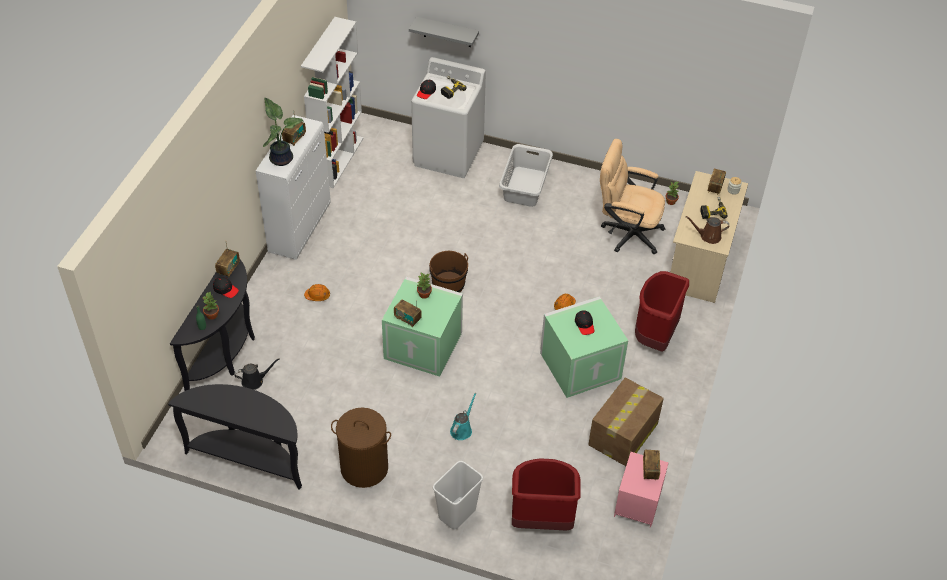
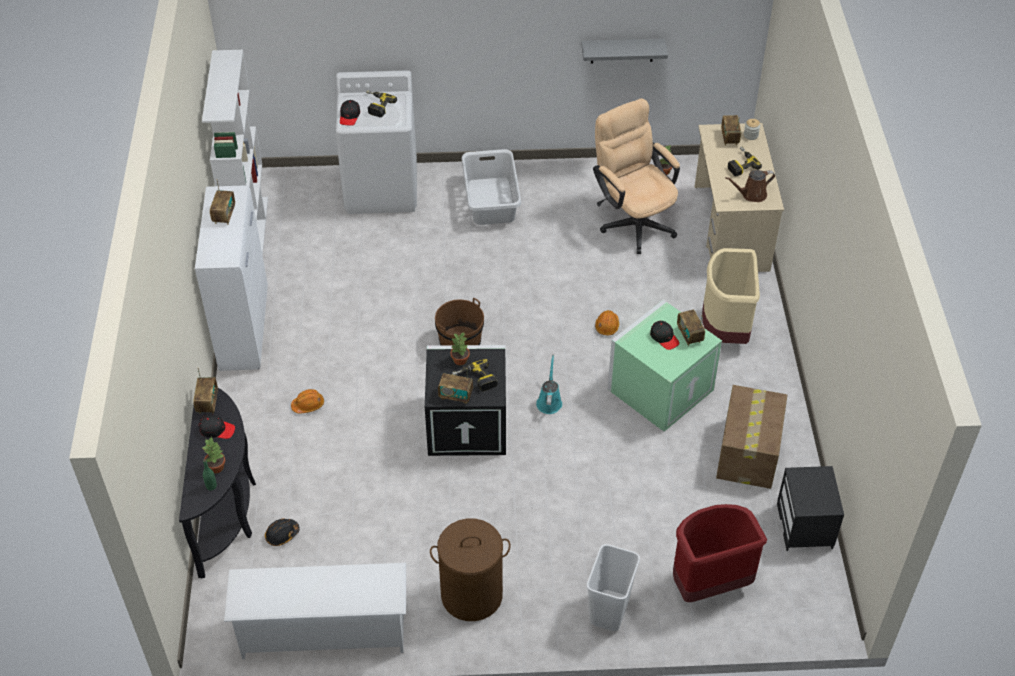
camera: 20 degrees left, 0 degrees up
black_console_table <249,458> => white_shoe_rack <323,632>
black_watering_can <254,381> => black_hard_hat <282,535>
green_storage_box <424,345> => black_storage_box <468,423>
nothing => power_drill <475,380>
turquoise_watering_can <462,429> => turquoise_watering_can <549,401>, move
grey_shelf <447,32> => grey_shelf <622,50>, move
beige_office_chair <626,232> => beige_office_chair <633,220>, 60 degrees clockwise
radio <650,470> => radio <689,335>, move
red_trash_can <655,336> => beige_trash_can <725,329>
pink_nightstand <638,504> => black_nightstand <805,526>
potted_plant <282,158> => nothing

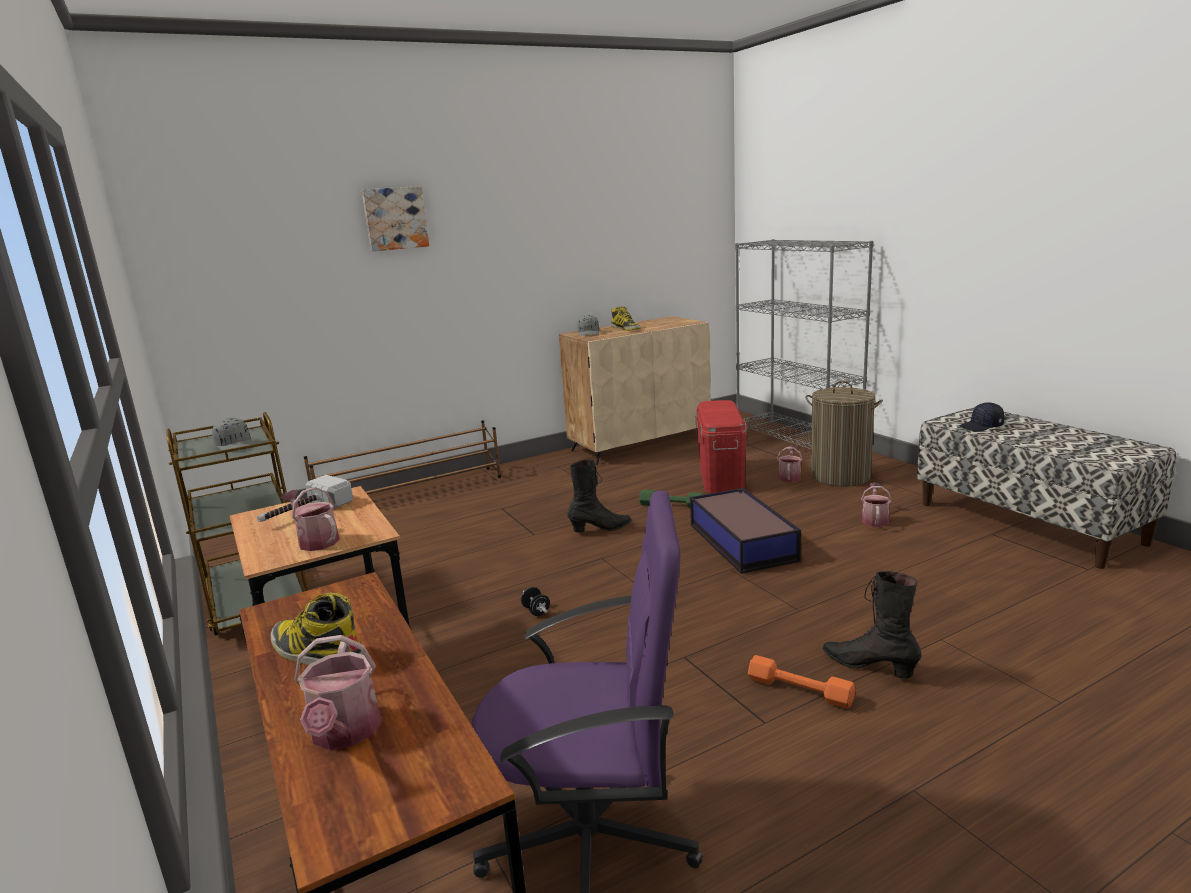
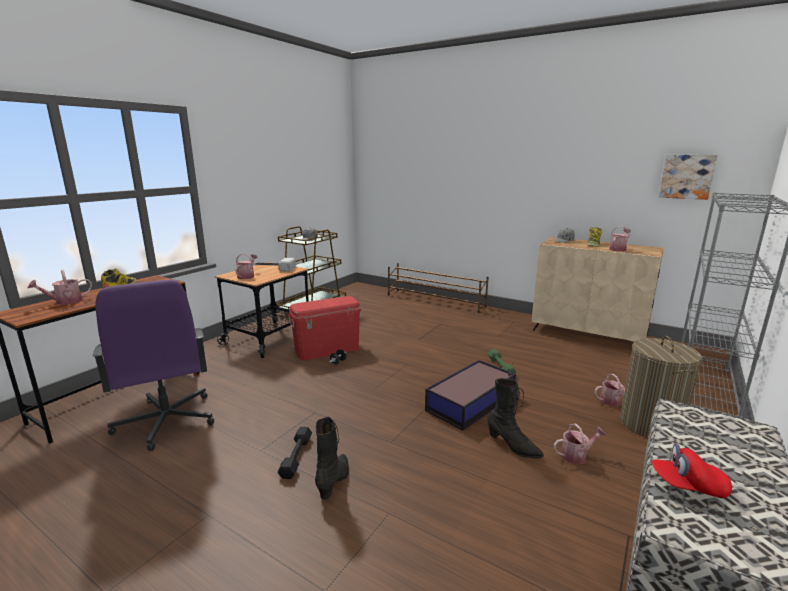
camera: 60 degrees right, 0 degrees up
orange_dumbbell <799,690> => black_dumbbell <296,457>
red_storage_box <720,477> => red_storage_box <327,349>, move
black_boot <600,529> => black_boot <513,446>, move
nothing => watering_can <618,249>
nothing => red_cap <687,486>
picture <395,218> => picture <686,176>, move
black_cap <981,426> => nothing

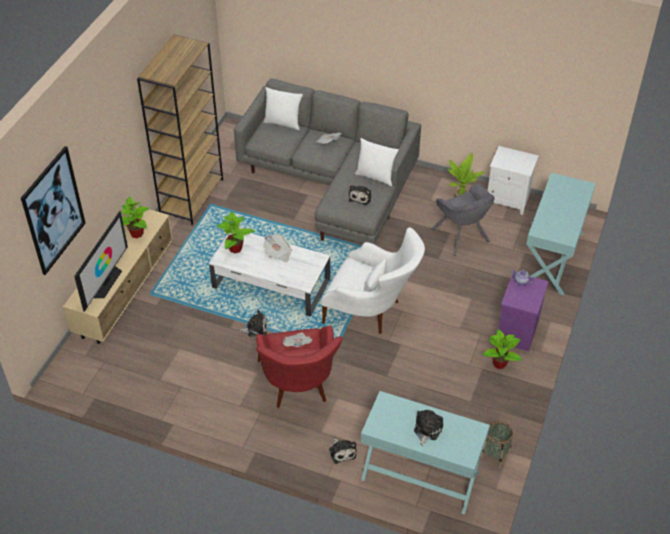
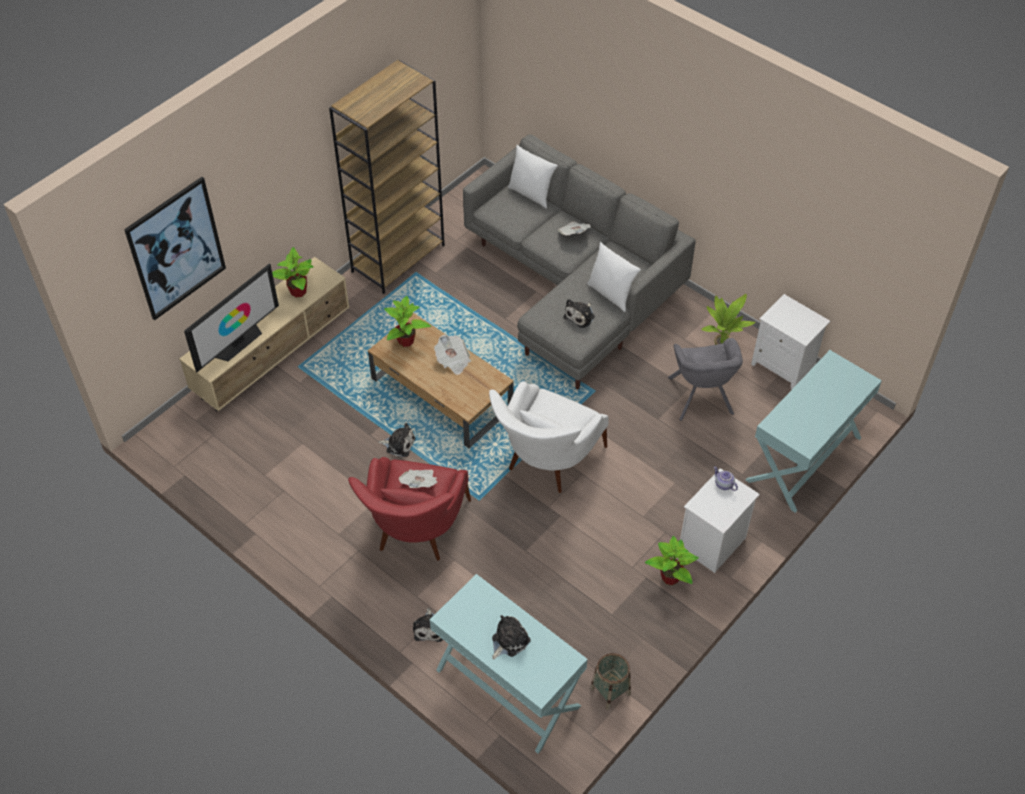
camera: 20 degrees right, 5 degrees up
white_coffee_table <271,284> => brown_coffee_table <442,394>
white_armchair <372,312> => white_armchair <545,464>, 75 degrees clockwise
purple_nightstand <517,332> => white_nightstand <712,544>

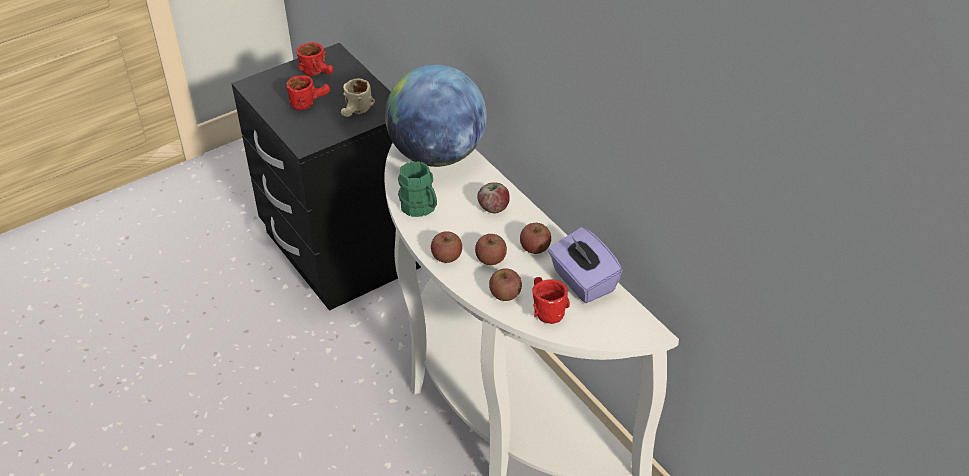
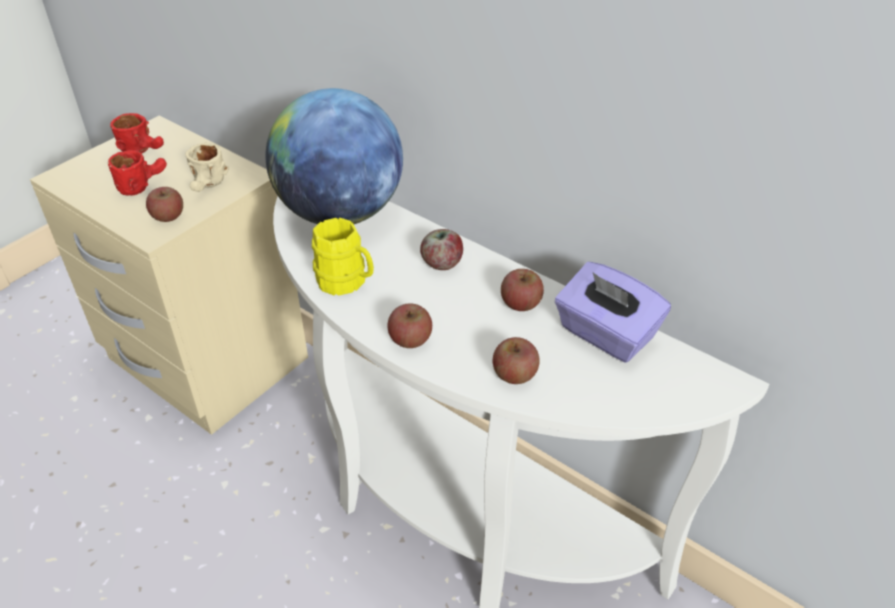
camera: 20 degrees left, 0 degrees up
black_nightstand <341,250> => beige_nightstand <205,361>
apple <491,259> => apple <168,216>, move
green_mug <421,208> => yellow_mug <346,282>
red_mug <544,308> => nothing

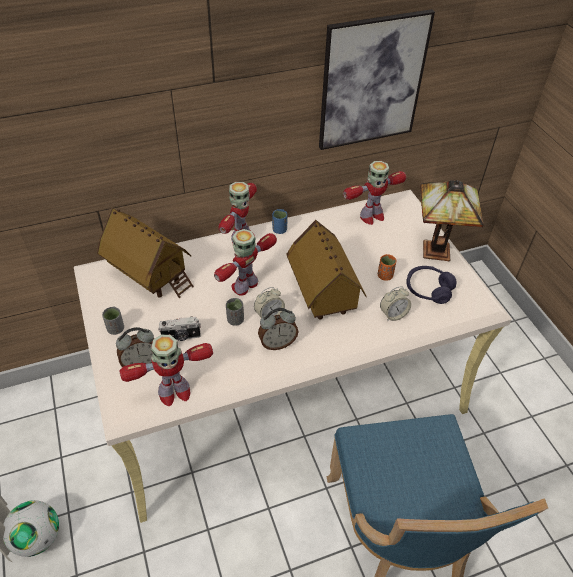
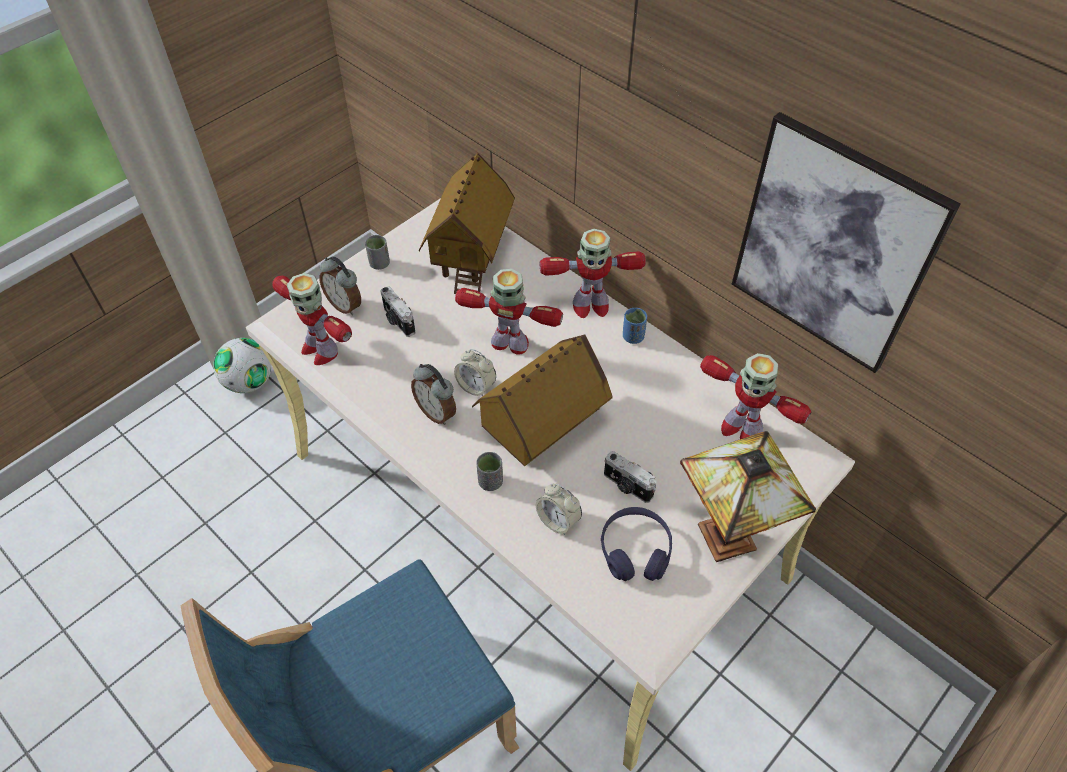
camera: 65 degrees right, 5 degrees up
grey_cup <235,320> => grey_cup <490,481>, move
orange_cup <385,276> => photo_camera <627,486>

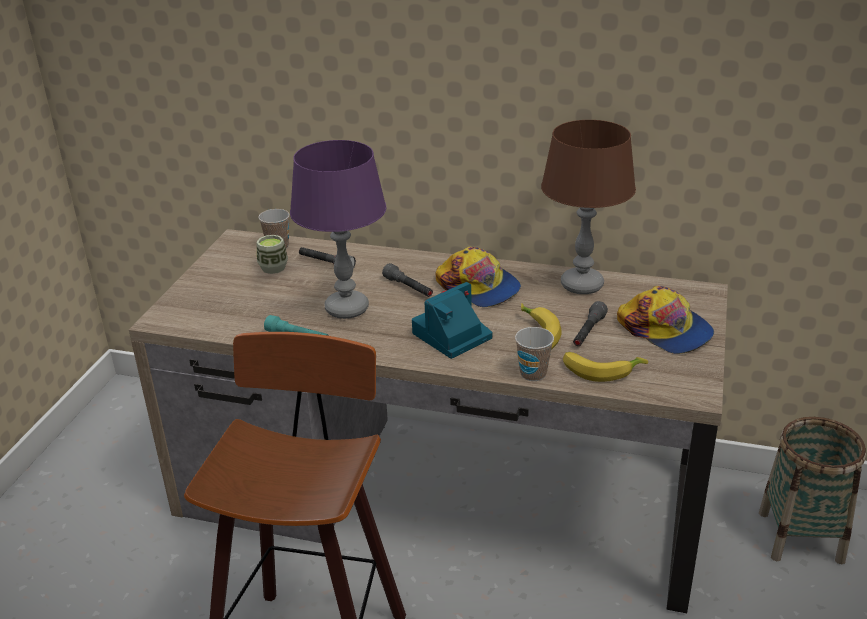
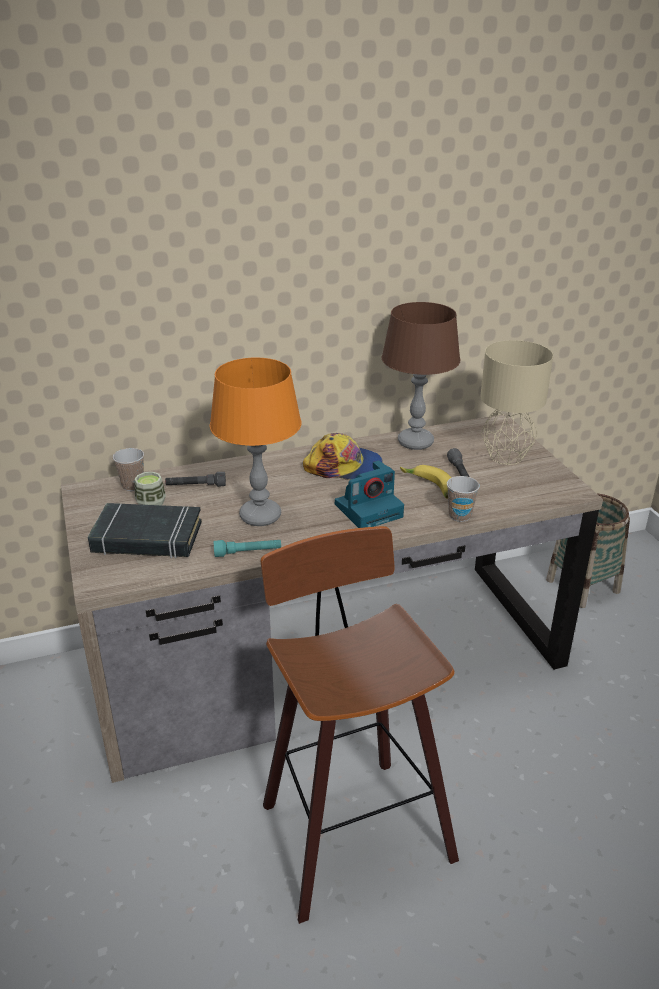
camera: 35 degrees left, 0 degrees up
nothing => black_book <147,538>
purple_table_lamp <347,309> => orange_table_lamp <261,516>
photo_camera <451,336> => photo_camera <369,509>, 135 degrees counterclockwise
cap <665,330> => beige_table_lamp <506,456>
grey_flashlight <408,288> => nothing
banana <601,370> => nothing

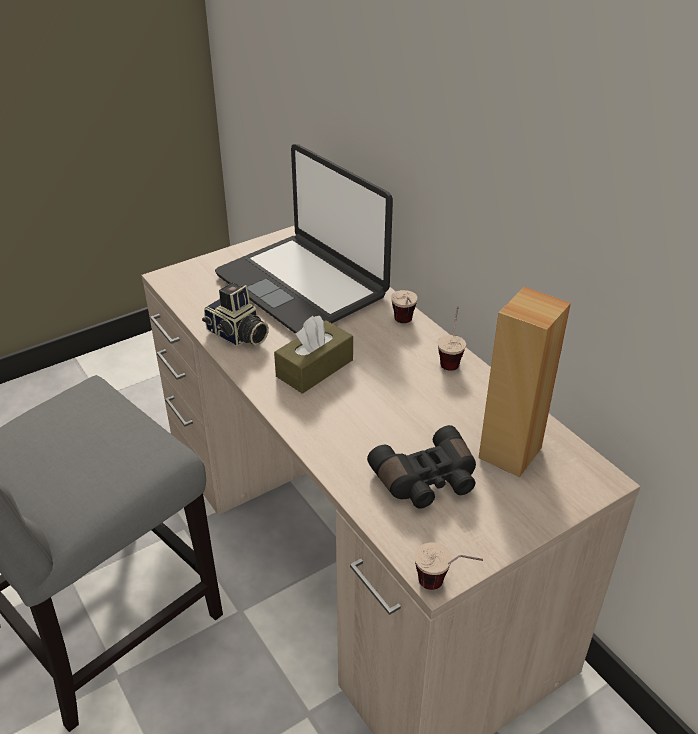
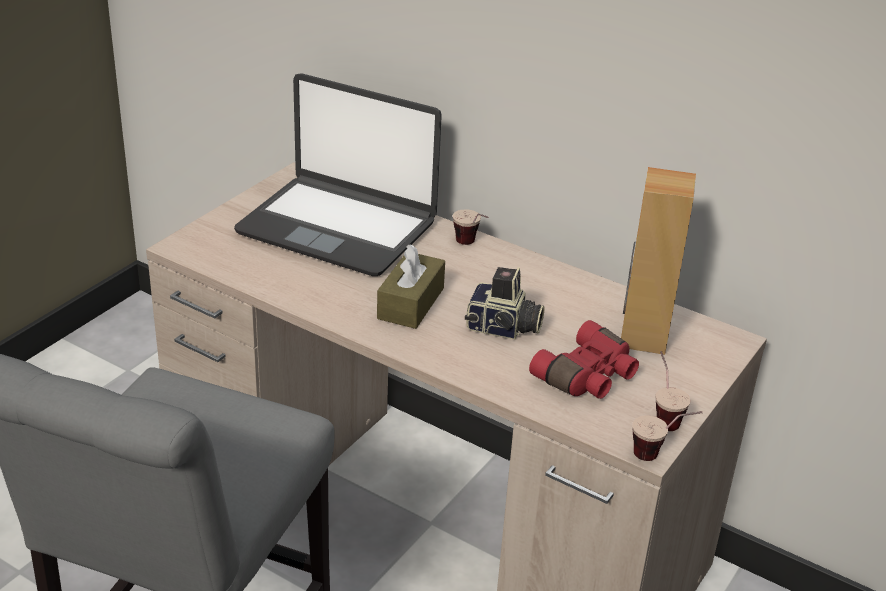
camera: 25 degrees left, 5 degrees down
photo_camera <237,335> => photo_camera <503,328>, move
black_binoculars <427,481> => red_binoculars <588,377>
cup <451,358> => cup <663,415>, move

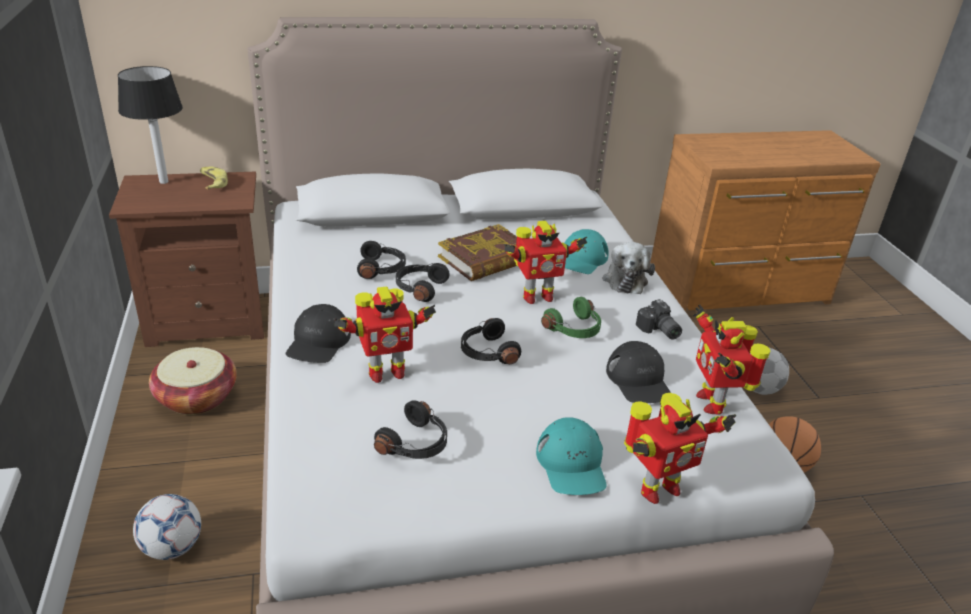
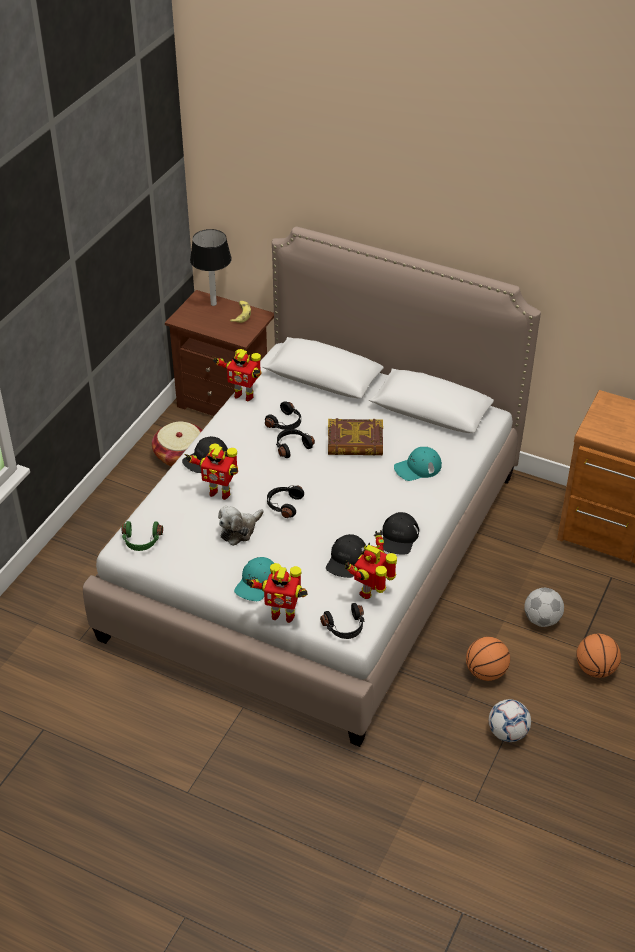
camera: 40 degrees right, 10 degrees up
green_headphones <575,329> => green_headphones <141,541>, move
toy_robot <536,296> => toy_robot <243,395>, move
plush_toy <625,279> => plush_toy <239,530>, move
black_headphones <416,444> => black_headphones <345,628>, move
photo_camera <658,331> => black_cap <399,537>
football <172,547> => football <507,733>, move
nothing => basketball <595,669>

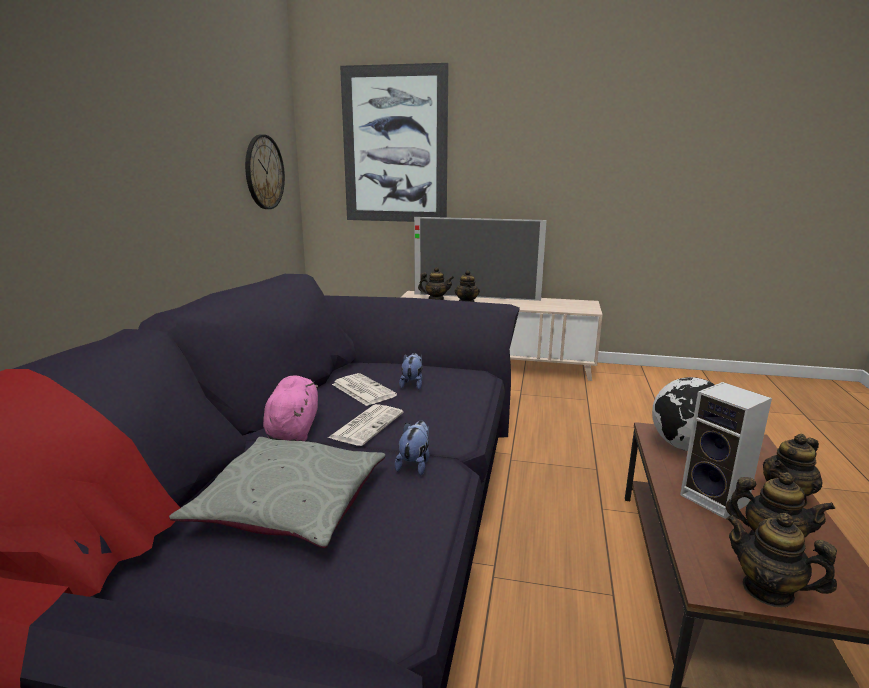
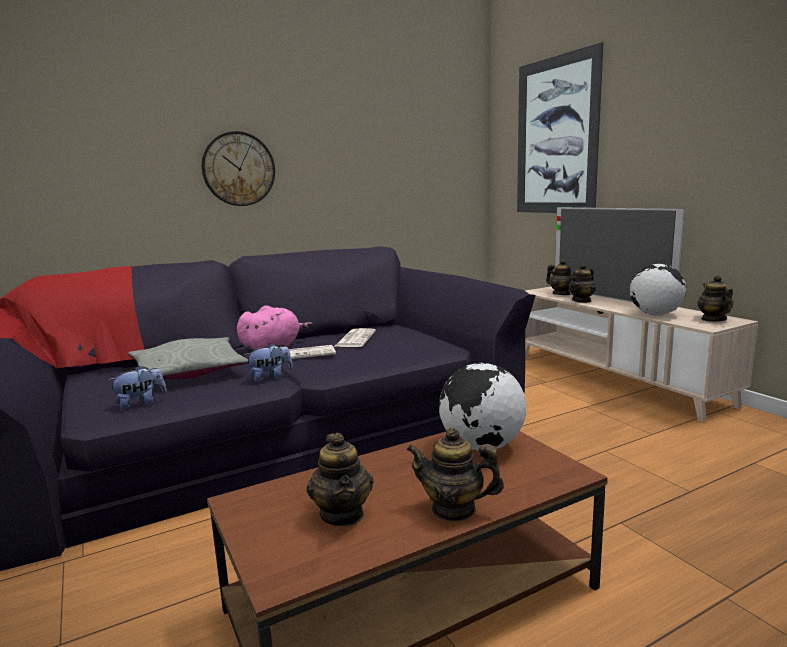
camera: 50 degrees right, 5 degrees down
plush_toy <412,384> => plush_toy <140,404>, move
wall_clock <264,172> => wall_clock <238,169>, move
nothing => globe <655,314>
teapot <768,591> => teapot <713,319>, move
speaker <717,500> => nothing

